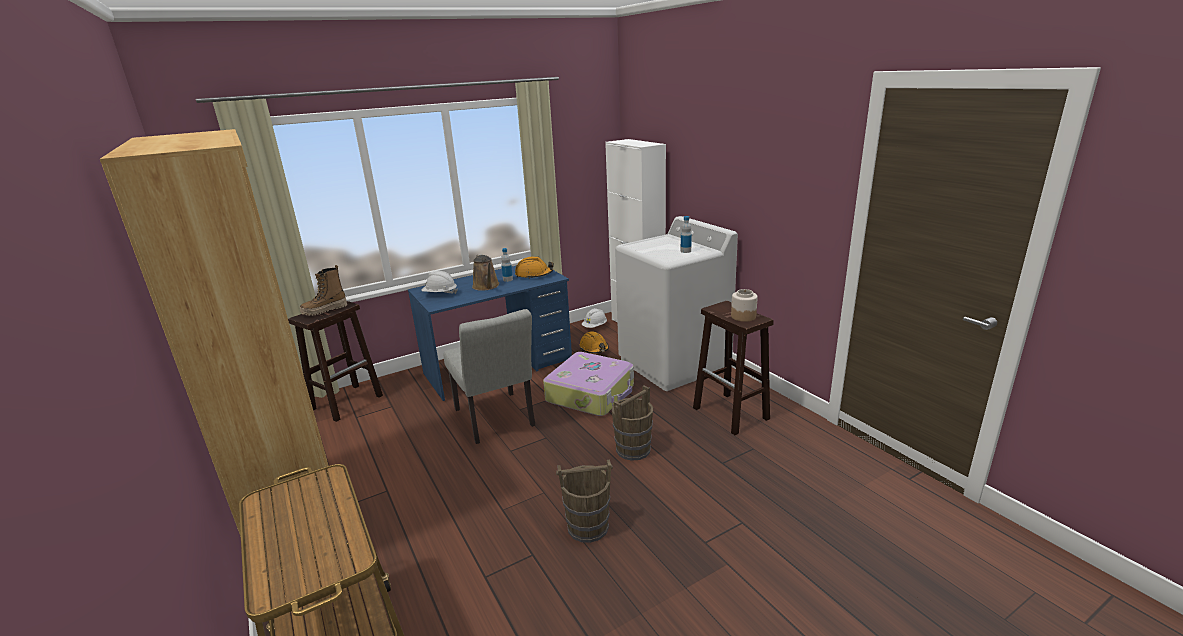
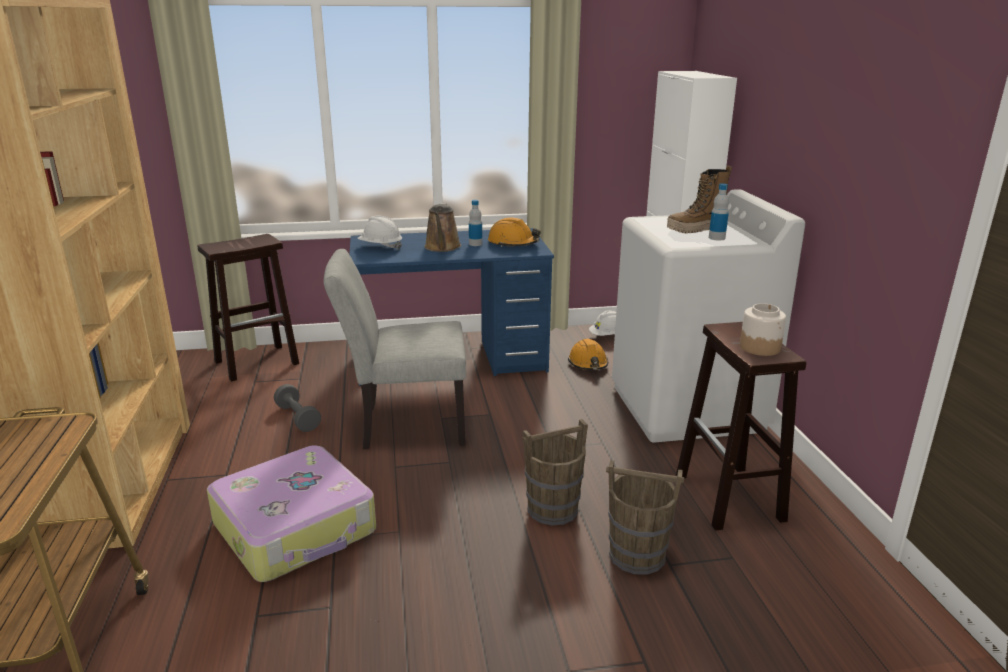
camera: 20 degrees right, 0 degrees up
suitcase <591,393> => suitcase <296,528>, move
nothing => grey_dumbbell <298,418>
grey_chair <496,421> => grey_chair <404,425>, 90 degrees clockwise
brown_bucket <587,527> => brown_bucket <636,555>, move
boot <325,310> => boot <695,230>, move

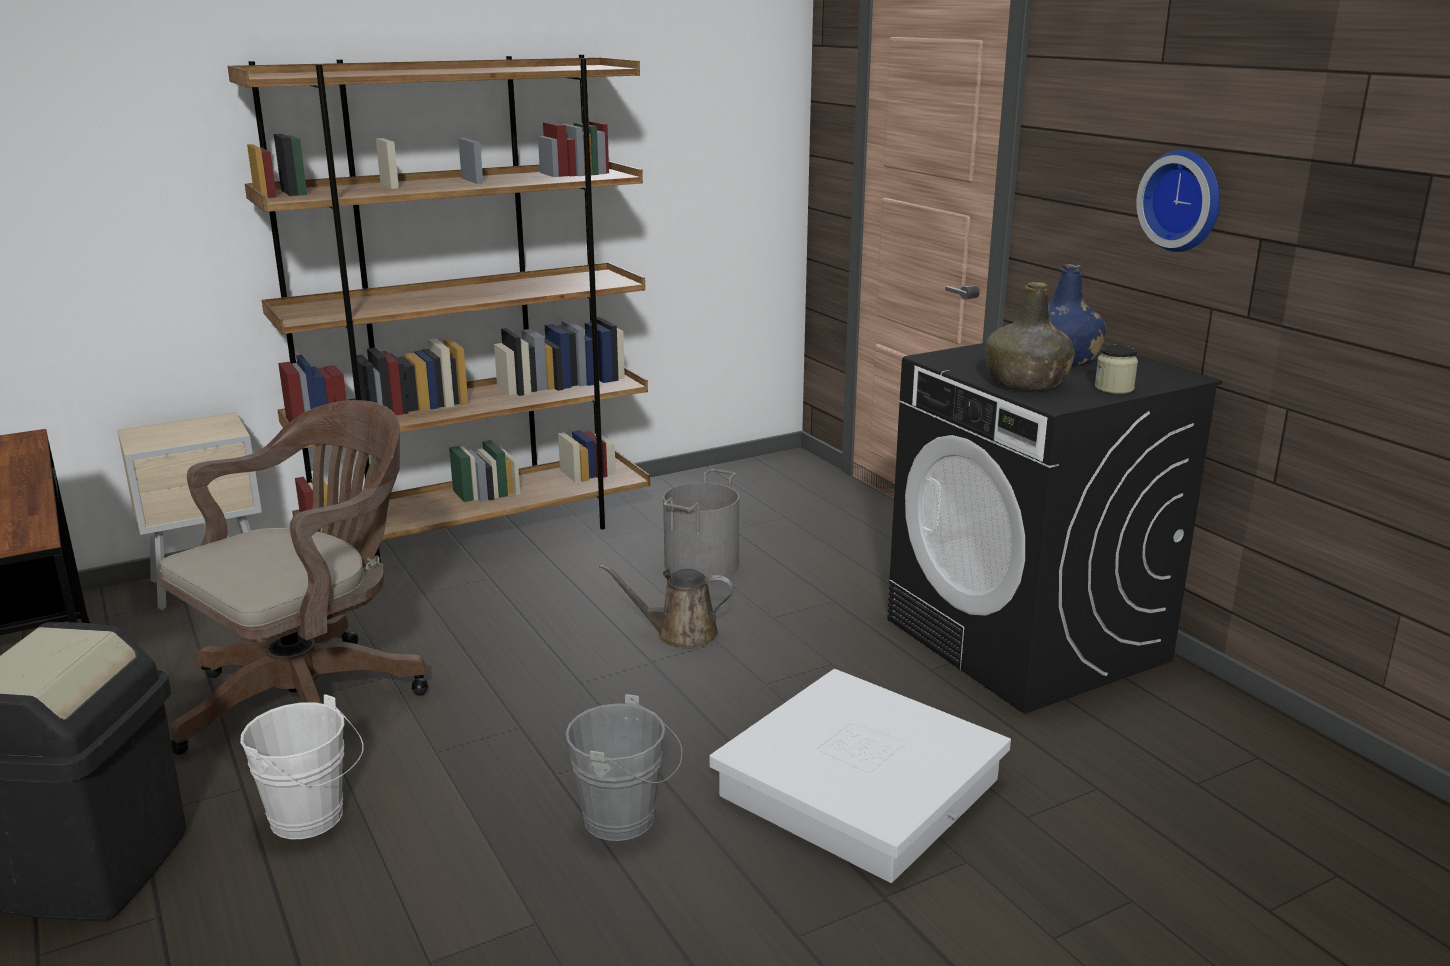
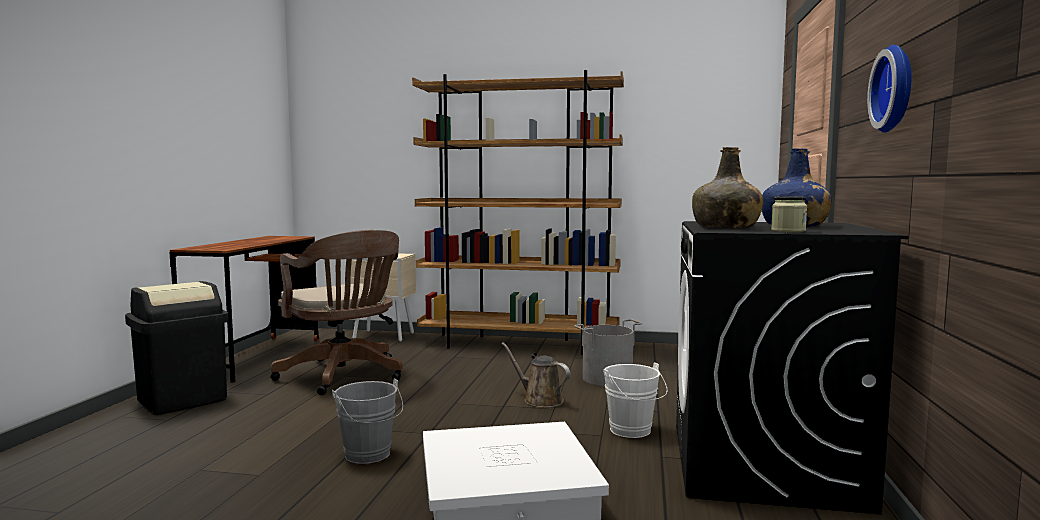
camera: 40 degrees right, 15 degrees down
brown_office_chair <312,698> => brown_office_chair <344,376>, 60 degrees clockwise
white_bucket <313,819> => white_bucket <633,431>, move

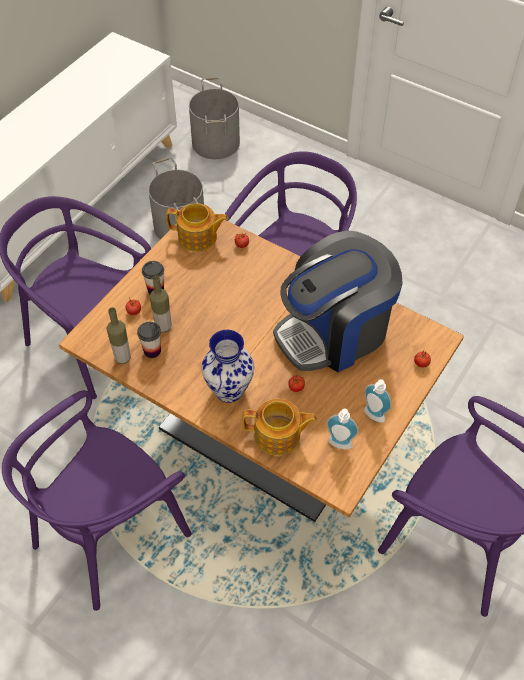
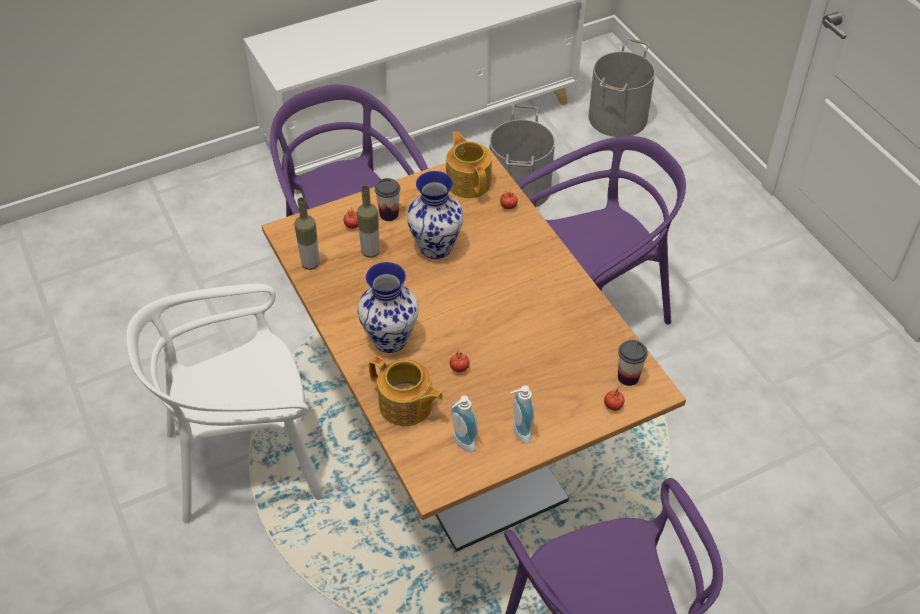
camera: 30 degrees right, 5 degrees down
purple_chair <110,534> => white_chair <245,459>
nothing => vase <436,247>
teapot <198,238> => teapot <468,181>, 150 degrees counterclockwise
cup <152,351> => cup <628,377>, move
coffee_machine <334,332> => nothing

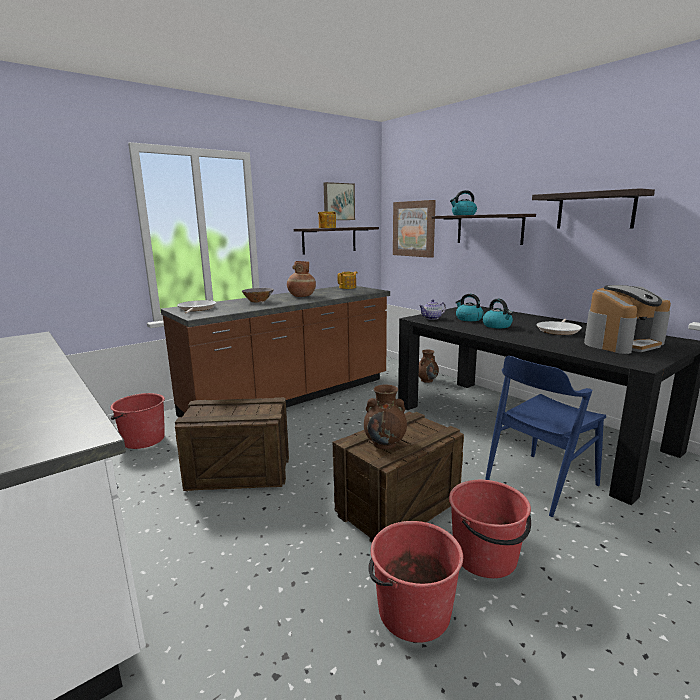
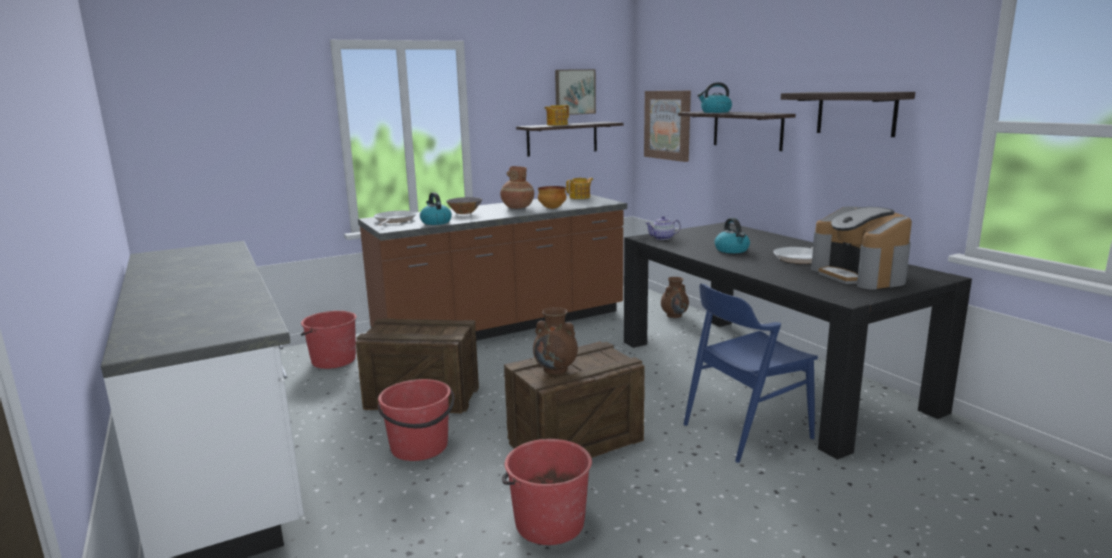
camera: 10 degrees right, 0 degrees up
red_bucket <486,557> => red_bucket <420,447>, move
kettle <468,319> => kettle <435,222>, move
nothing => bowl <552,208>
coffee_machine <622,343> => coffee_machine <859,275>, 90 degrees clockwise

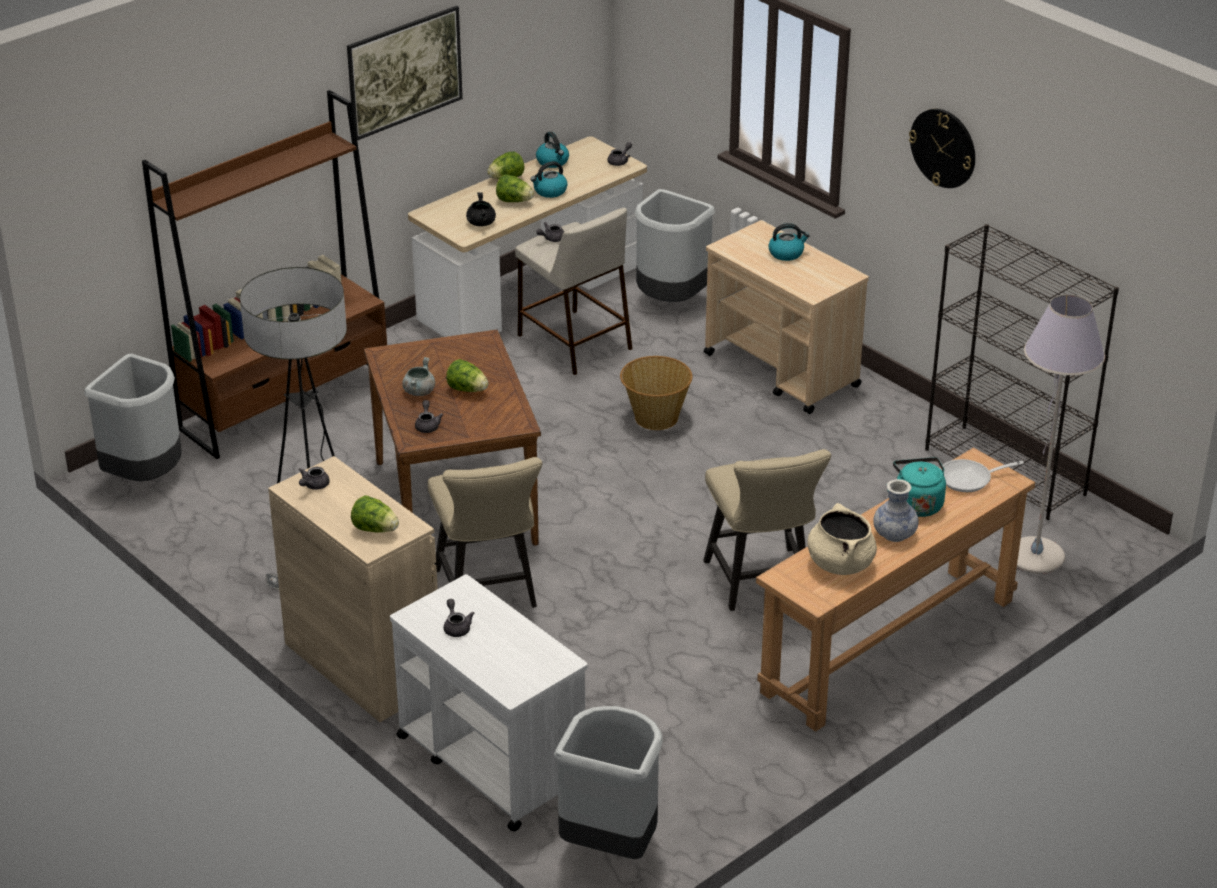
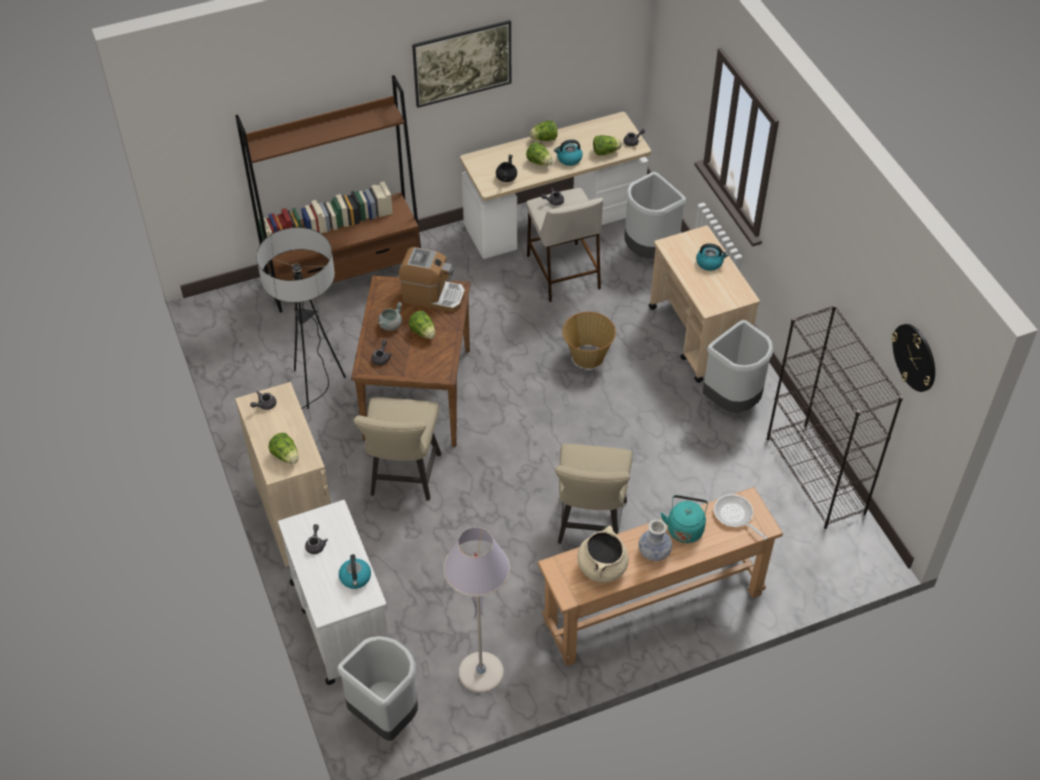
camera: 20 degrees right, 15 degrees up
kettle <553,162> => kettle <355,578>, move
nothing => coffee_machine <433,295>
grey_floor_lamp <1035,557> => grey_floor_lamp <480,673>, move
nothing => lettuce <605,152>
grey_trash_can <146,476> => grey_trash_can <732,401>, move
frying_pan <969,479> => frying_pan <735,516>, 45 degrees clockwise
wall_clock <943,148> => wall_clock <914,357>, move

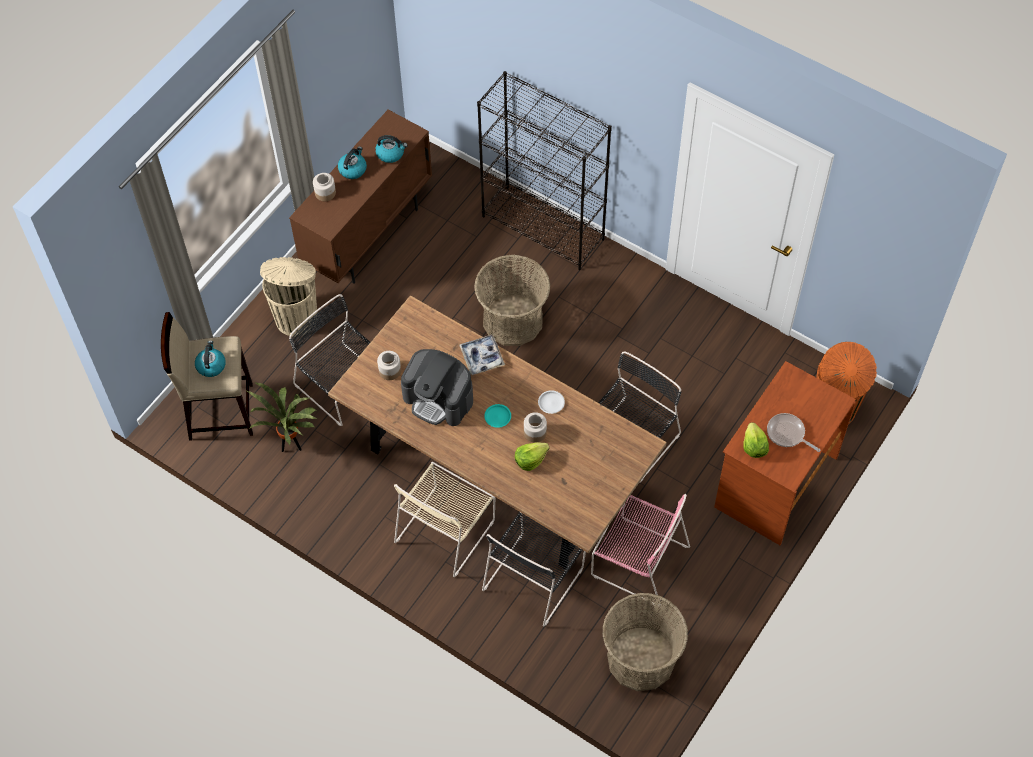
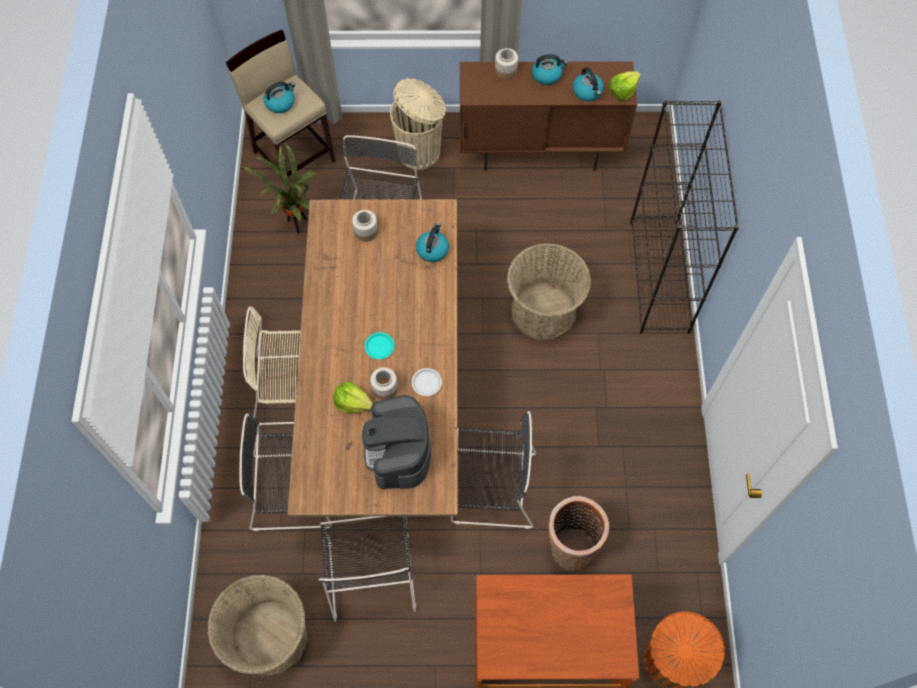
camera: 55 degrees right, 5 degrees up
pink_chair <637,560> => black_chair <371,570>
coffee_machine <439,399> => coffee_machine <398,451>, move
nothing => kettle <432,249>
nothing => basket <570,547>
lettuce <754,446> => lettuce <622,91>, move
tray <482,357> => nothing
frying_pan <787,434> => nothing

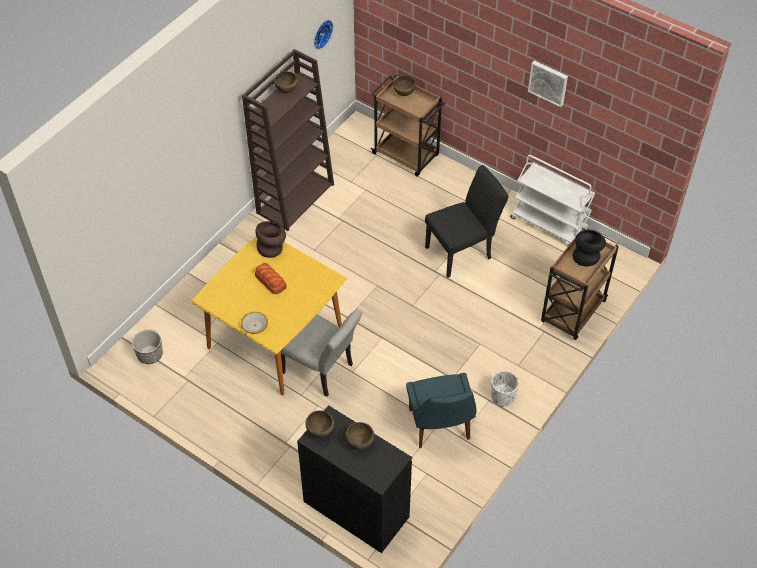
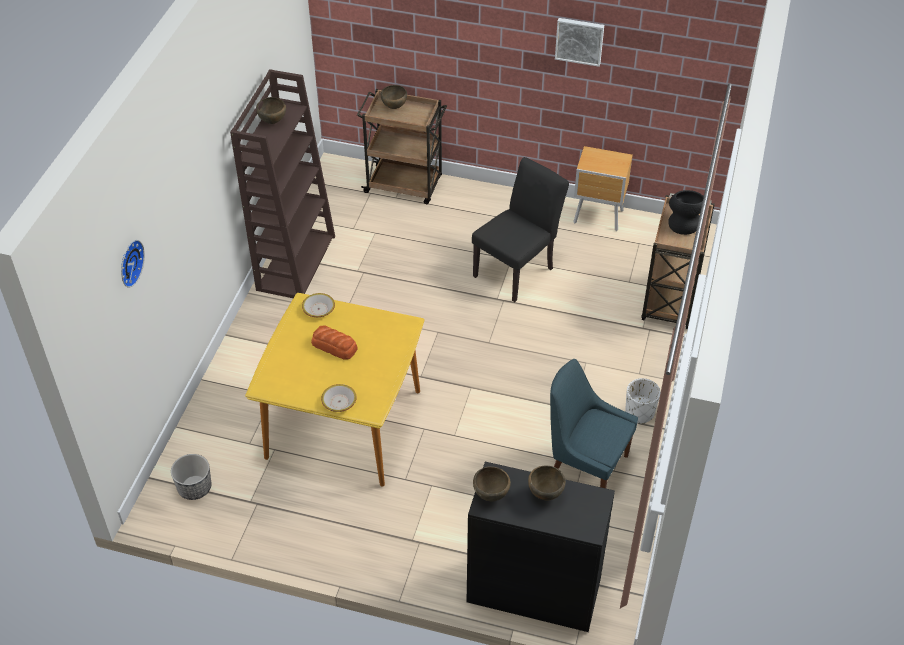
camera: 20 degrees left, 5 degrees down
wall_clock <321,33> => wall_clock <129,262>, move
brown_vase <272,248> => bowl <318,309>
blue_chair <440,426> => blue_chair <585,466>, 150 degrees clockwise
white_cart <549,225> => brown_nightstand <599,217>
grey_chair <322,371> => nothing

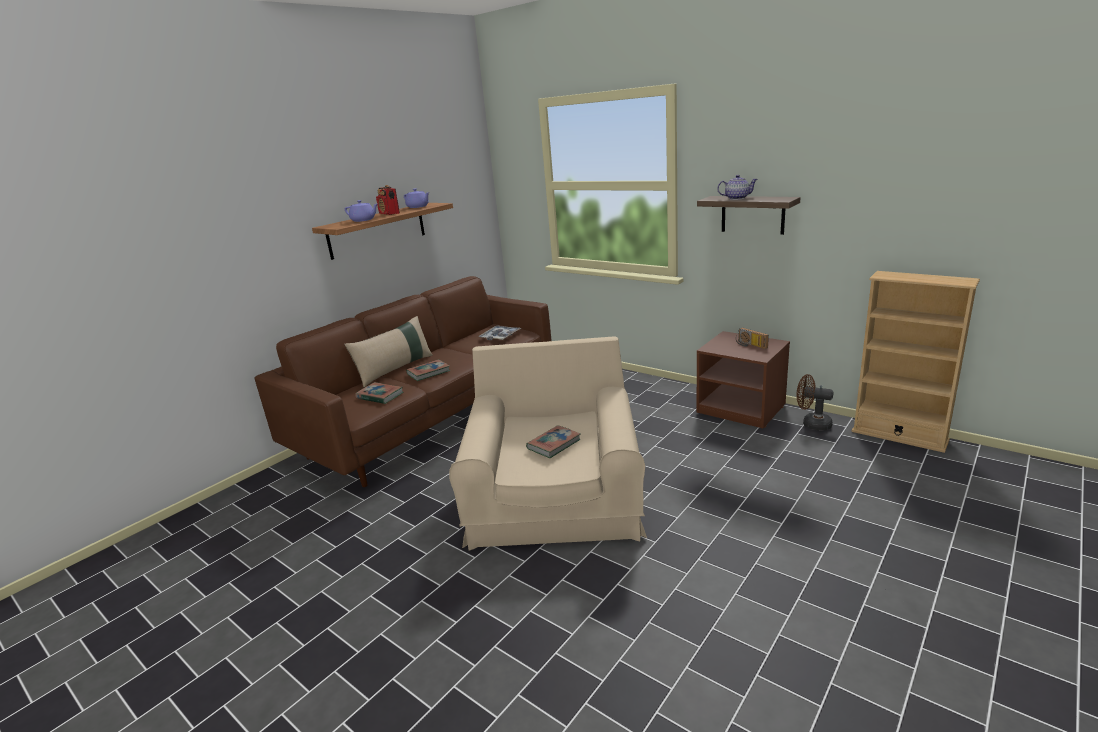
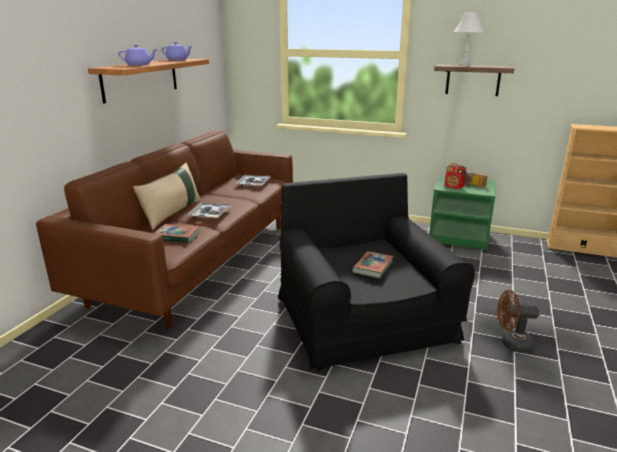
camera: 20 degrees left, 0 degrees up
book <428,372> => tray <210,214>
beige_armchair <555,499> => black_armchair <363,318>
brown_nightstand <742,408> => green_nightstand <459,237>
radio <389,214> => radio <454,187>, move
teapot <736,198> => white_table_lamp <465,65>
brown_fan <812,424> => brown_fan <511,344>, move

